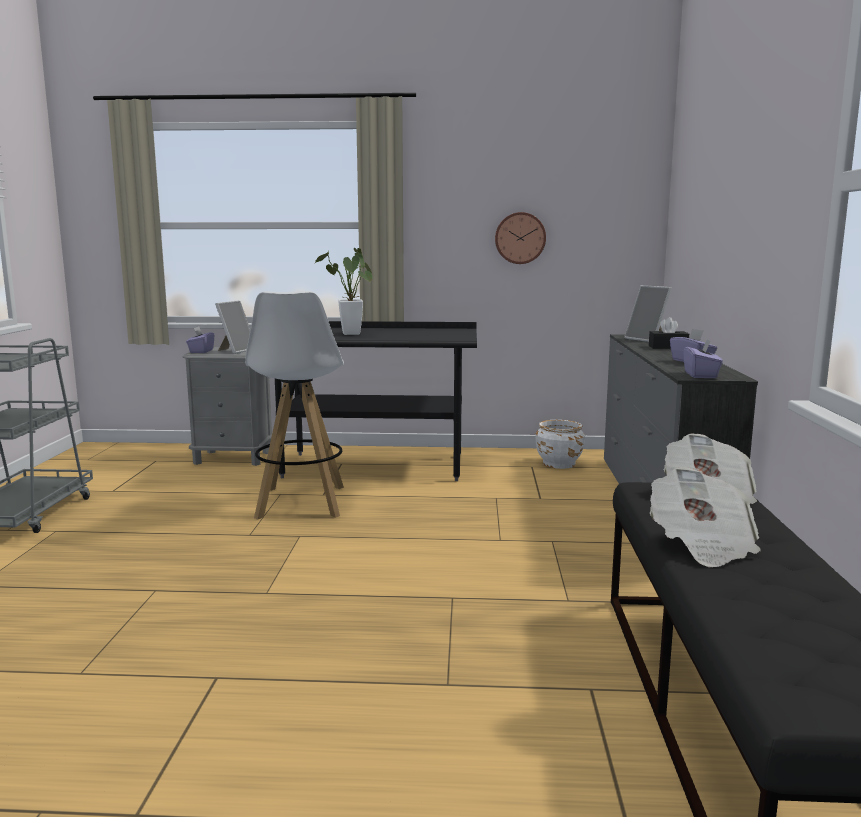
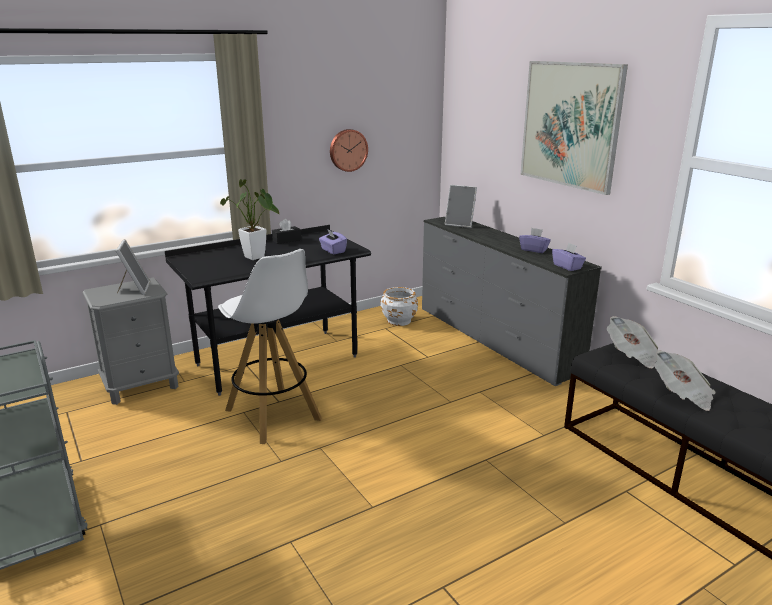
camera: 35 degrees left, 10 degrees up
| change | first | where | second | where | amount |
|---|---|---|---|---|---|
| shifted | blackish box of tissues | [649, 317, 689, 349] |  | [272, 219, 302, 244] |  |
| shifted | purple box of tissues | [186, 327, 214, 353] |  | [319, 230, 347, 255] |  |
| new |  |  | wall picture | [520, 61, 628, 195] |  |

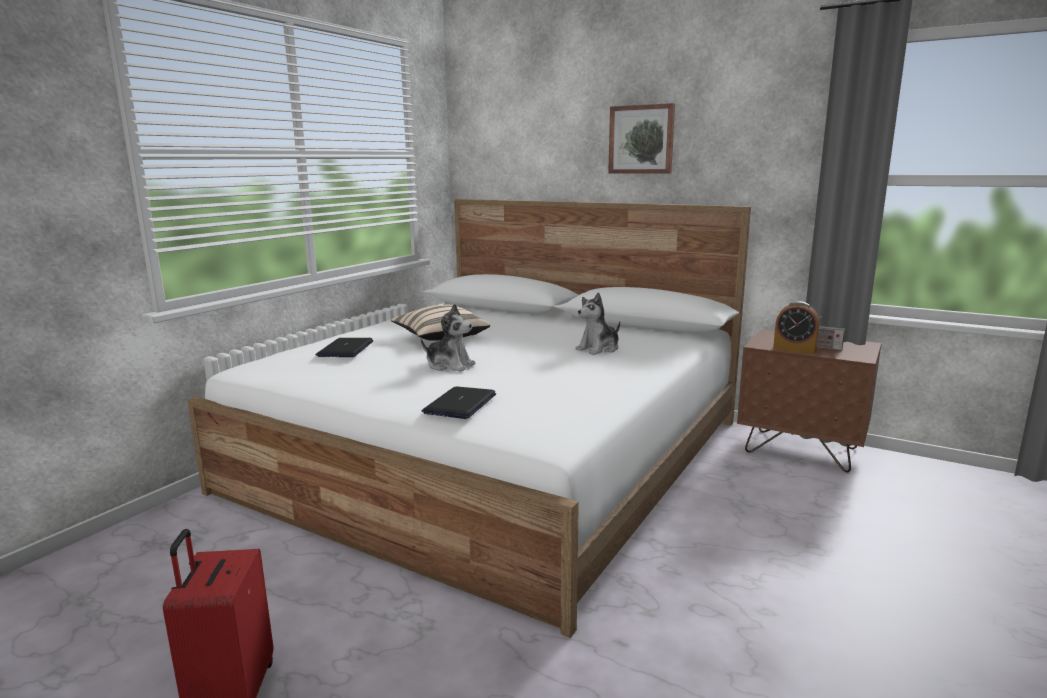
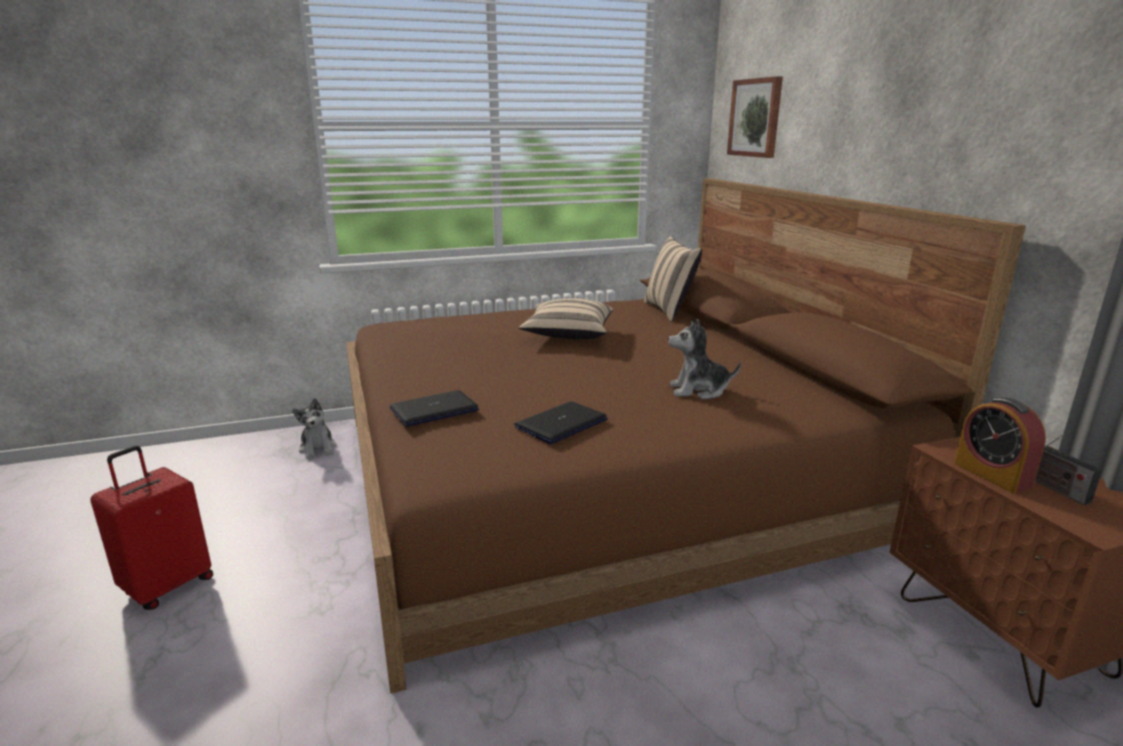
camera: 40 degrees right, 5 degrees up
| change | first | where | second | where | amount |
|---|---|---|---|---|---|
| shifted | cuddly toy | [421, 304, 475, 372] |  | [292, 398, 336, 459] |  |
| repainted | white-coloured bedroom bed | [187, 199, 751, 638] | brown bedroom bed | [346, 178, 1026, 694] |  |
| shifted | laptop | [316, 338, 373, 357] |  | [514, 401, 608, 444] |  |
| new |  |  | beige-coloured cushion | [644, 236, 702, 322] |  |
| shifted | wall picture | [608, 103, 675, 174] |  | [727, 76, 783, 158] |  |

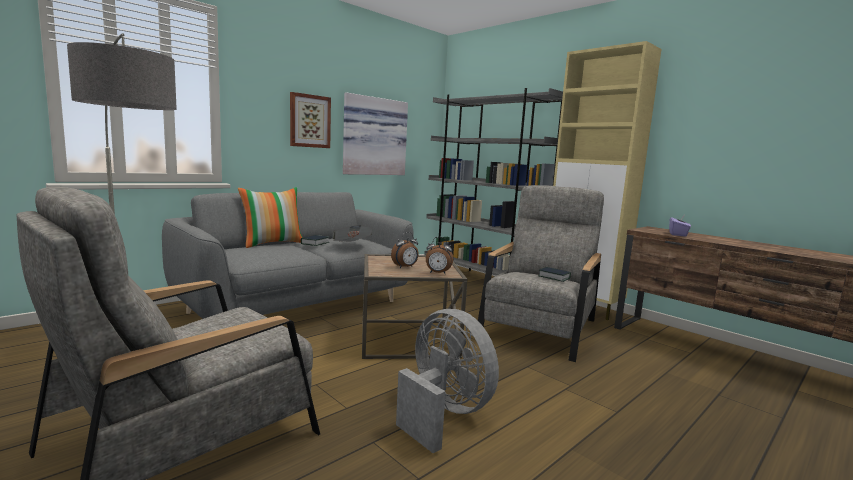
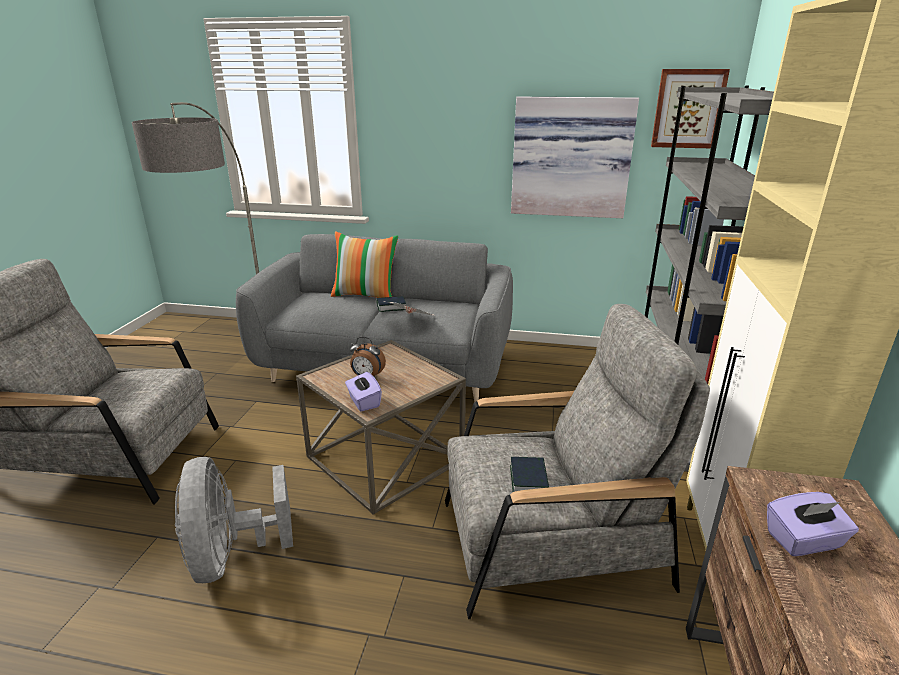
camera: 55 degrees right, 15 degrees up
| change | first | where | second | where | amount |
|---|---|---|---|---|---|
| rotated | gray cooling fan | [396, 309, 499, 453] |  | [175, 457, 293, 583] | 150 degrees clockwise |
| swapped | alarm clock | [426, 237, 453, 274] | purple box of tissues | [345, 372, 382, 411] |  |
| shifted | wall picture | [290, 92, 331, 148] |  | [651, 69, 730, 148] |  |

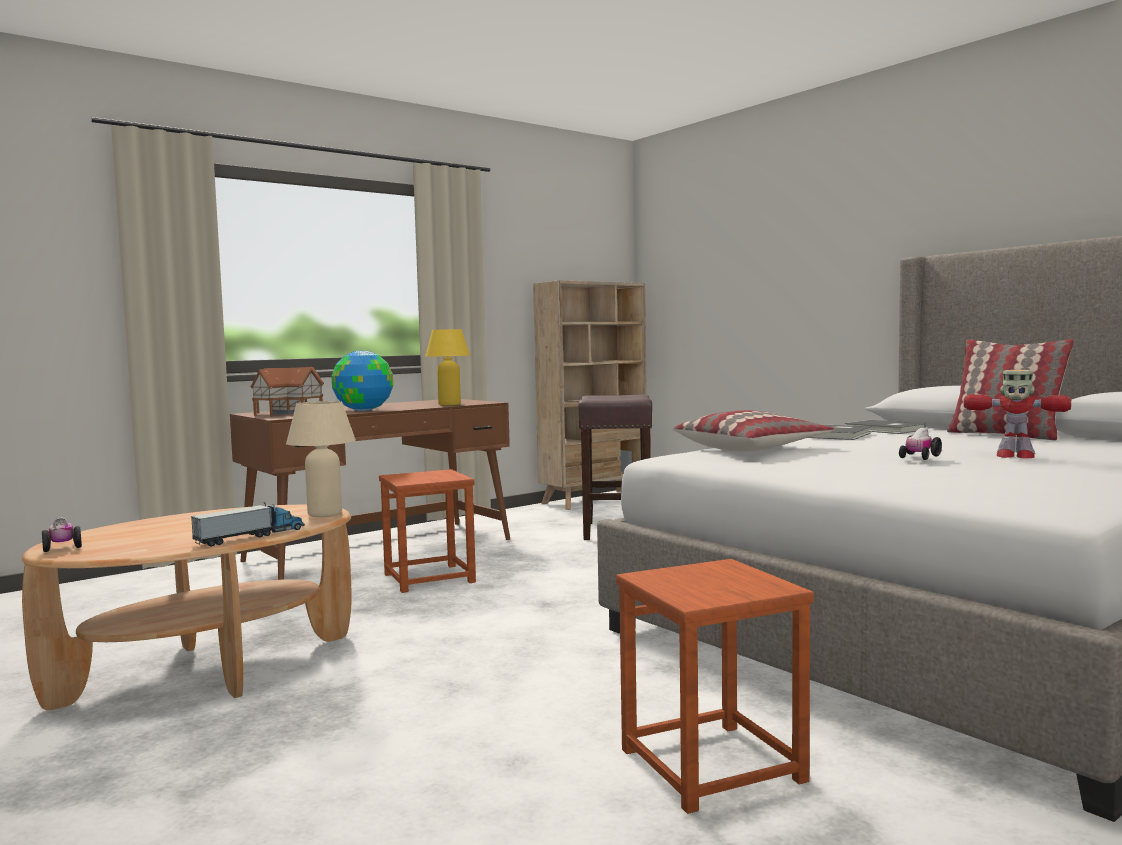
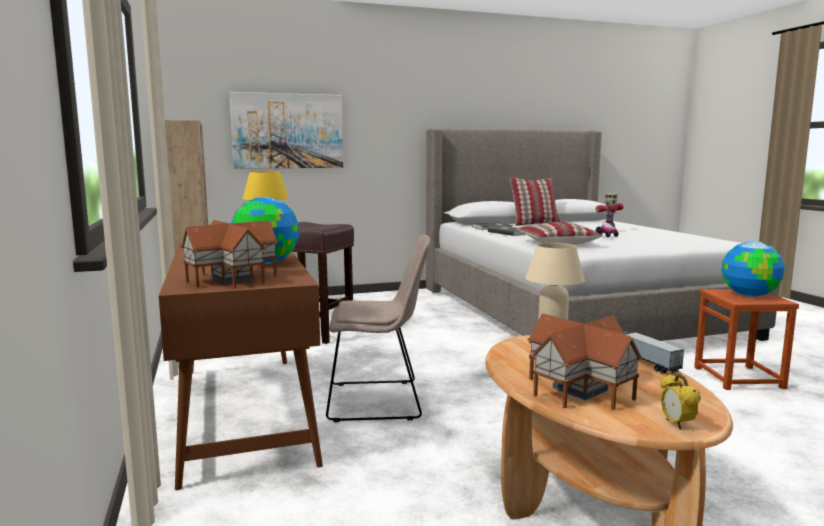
camera: 70 degrees left, 5 degrees up
| change | first | where | second | where | amount |
|---|---|---|---|---|---|
| new |  |  | wall picture | [230, 92, 343, 169] |  |
| swapped | brown stool | [379, 469, 476, 593] | beige-coloured upright chair | [326, 235, 431, 422] |  |
| new |  |  | model house | [527, 314, 643, 410] |  |
| swapped | toy car | [42, 517, 82, 552] | alarm clock | [660, 374, 701, 429] |  |
| new |  |  | globe | [721, 241, 785, 297] |  |

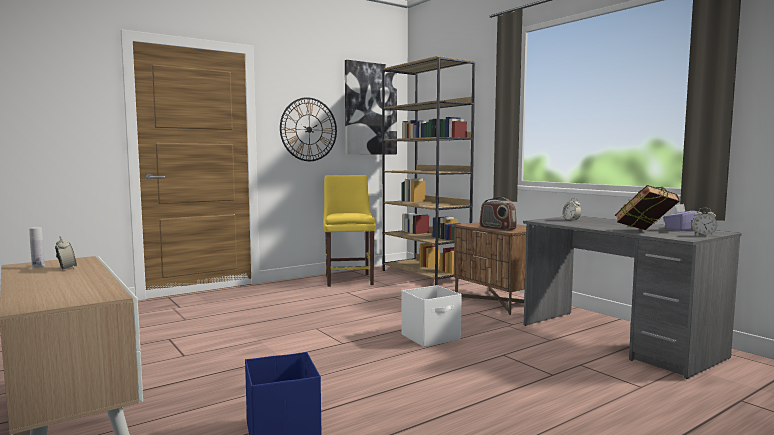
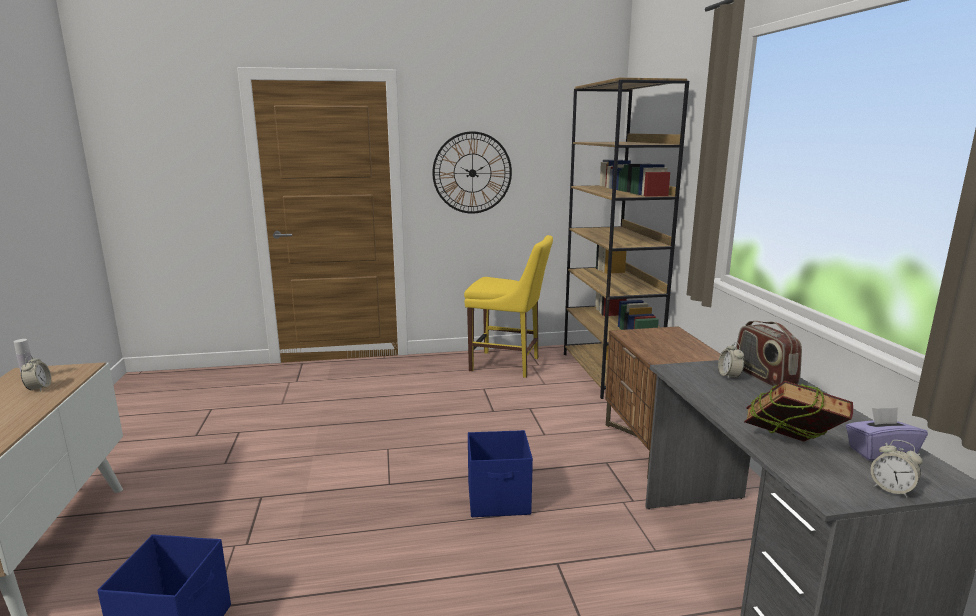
camera: 25 degrees right, 10 degrees up
| change | first | where | second | where | amount |
|---|---|---|---|---|---|
| rotated | yellow upright chair | [323, 175, 376, 287] |  | [464, 235, 553, 378] | 90 degrees clockwise |
| repainted | white-coloured storage box | [401, 285, 462, 347] | blue-coloured storage box | [468, 430, 533, 517] |  |
| shifted | radio receiver | [480, 197, 517, 231] |  | [736, 321, 802, 387] |  |
| gone | wall picture | [345, 60, 397, 154] |  |  |  |

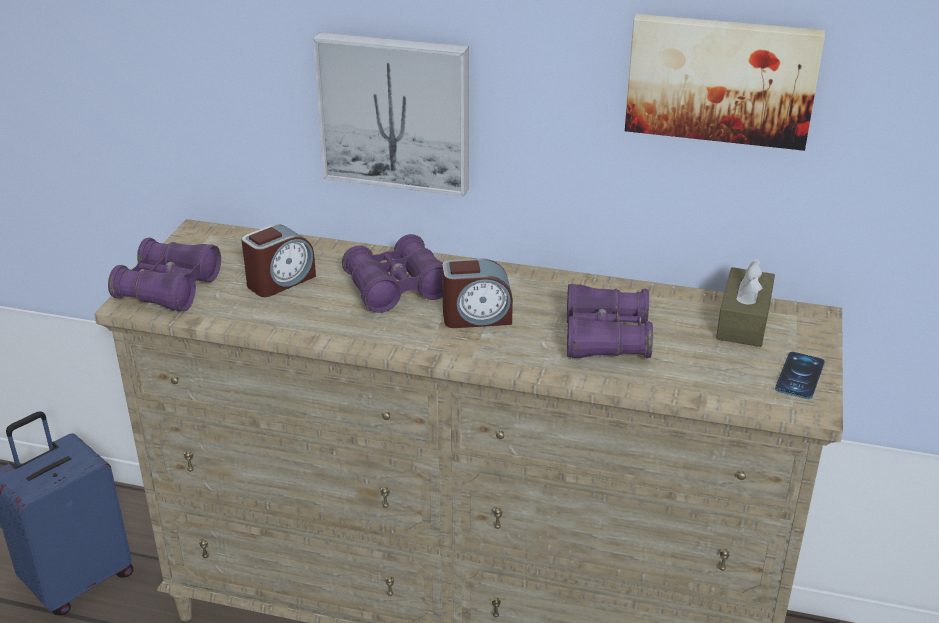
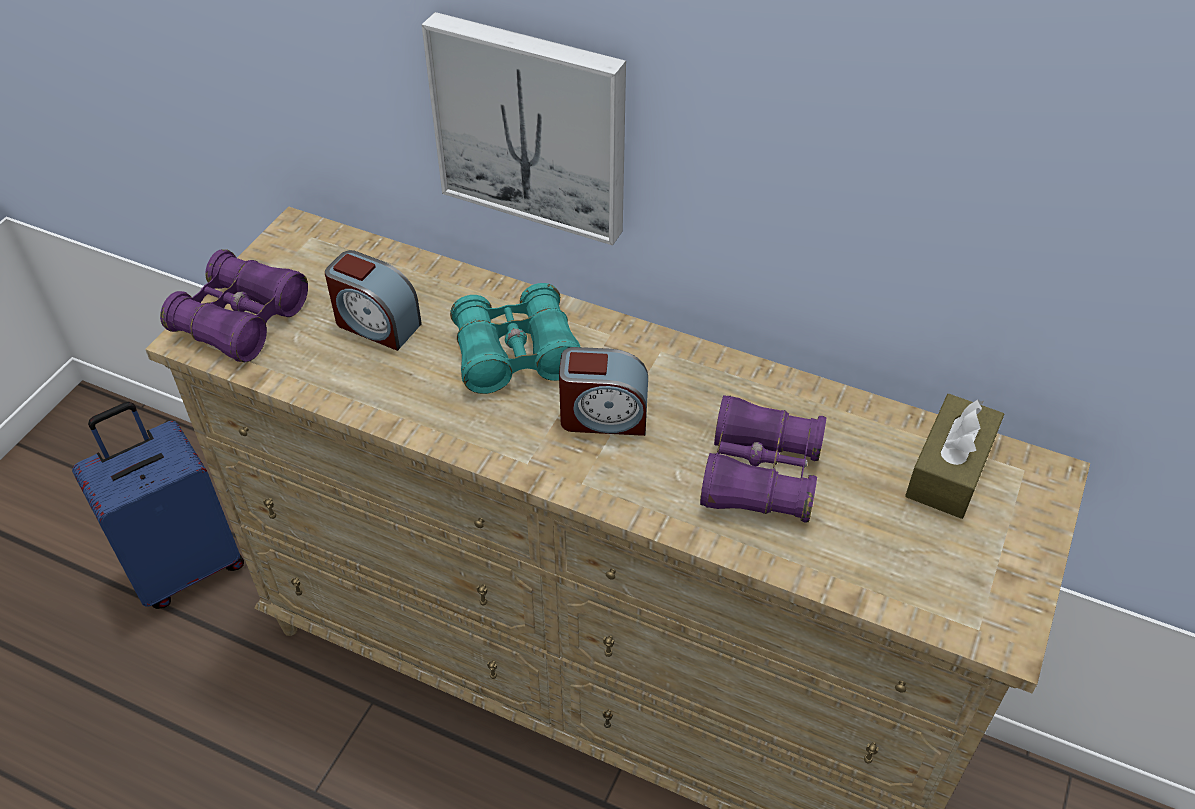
camera: 10 degrees right, 15 degrees up
| change | first | where | second | where | amount |
|---|---|---|---|---|---|
| rotated | alarm clock | [241, 224, 316, 297] |  | [325, 250, 422, 351] | 60 degrees clockwise |
| repainted | purple pair of binoculars | [342, 234, 443, 313] | blue-green pair of binoculars | [450, 283, 580, 394] |  |
| gone | wall picture | [625, 14, 825, 151] |  |  |  |
| gone | telephone | [775, 352, 825, 399] |  |  |  |

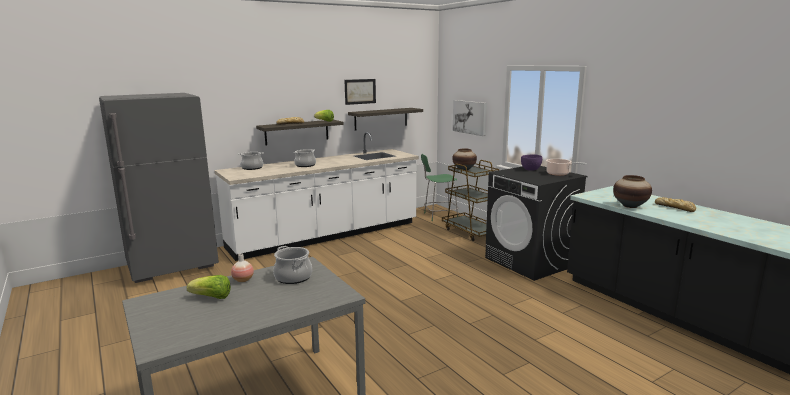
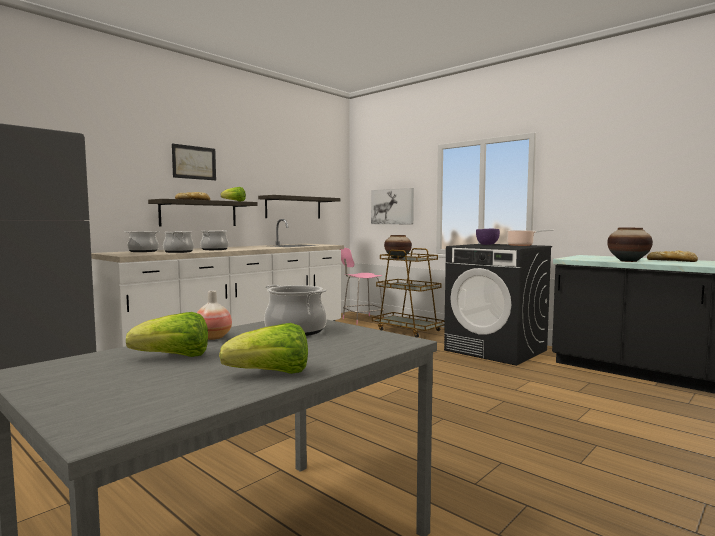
camera: 15 degrees left, 10 degrees down
| change | first | where | second | where | amount |
|---|---|---|---|---|---|
| new |  |  | stockpot | [163, 231, 194, 253] |  |
| shifted | wall picture | [344, 79, 376, 105] |  | [172, 143, 216, 180] |  |
| new |  |  | lettuce head | [219, 323, 308, 374] |  |
| repainted | green-coloured upright chair | [421, 154, 459, 221] | pink-coloured upright chair | [339, 248, 384, 325] |  |

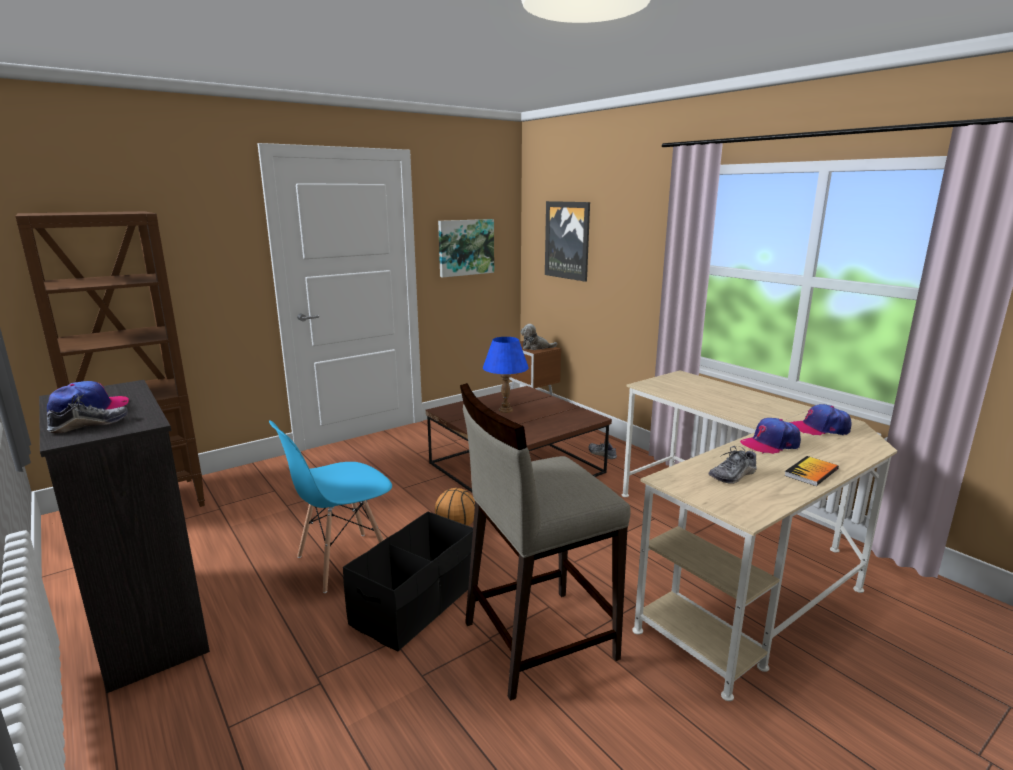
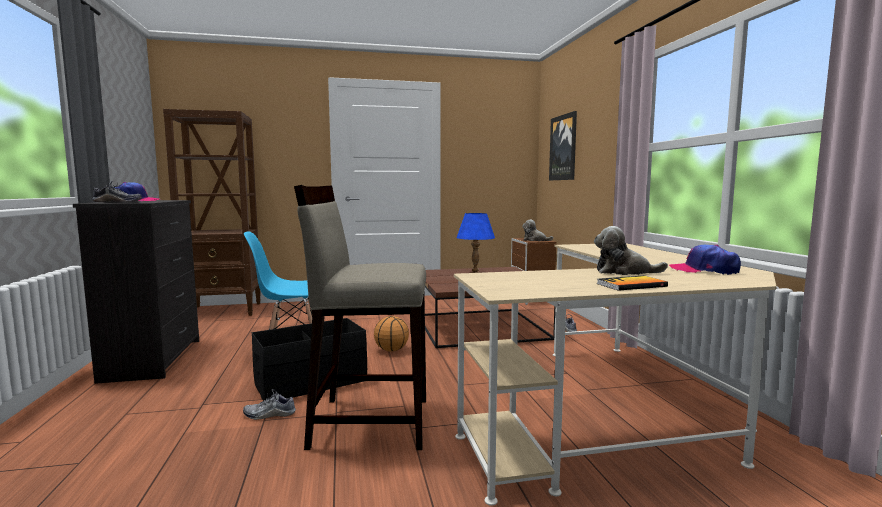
camera: 25 degrees right, 10 degrees down
| change | first | where | second | where | amount |
|---|---|---|---|---|---|
| shifted | low shoe | [709, 446, 757, 484] |  | [243, 389, 296, 420] |  |
| swapped | baseball cap | [740, 418, 801, 454] | cuddly toy | [594, 226, 668, 275] |  |
| gone | wall picture | [438, 219, 494, 278] |  |  |  |

